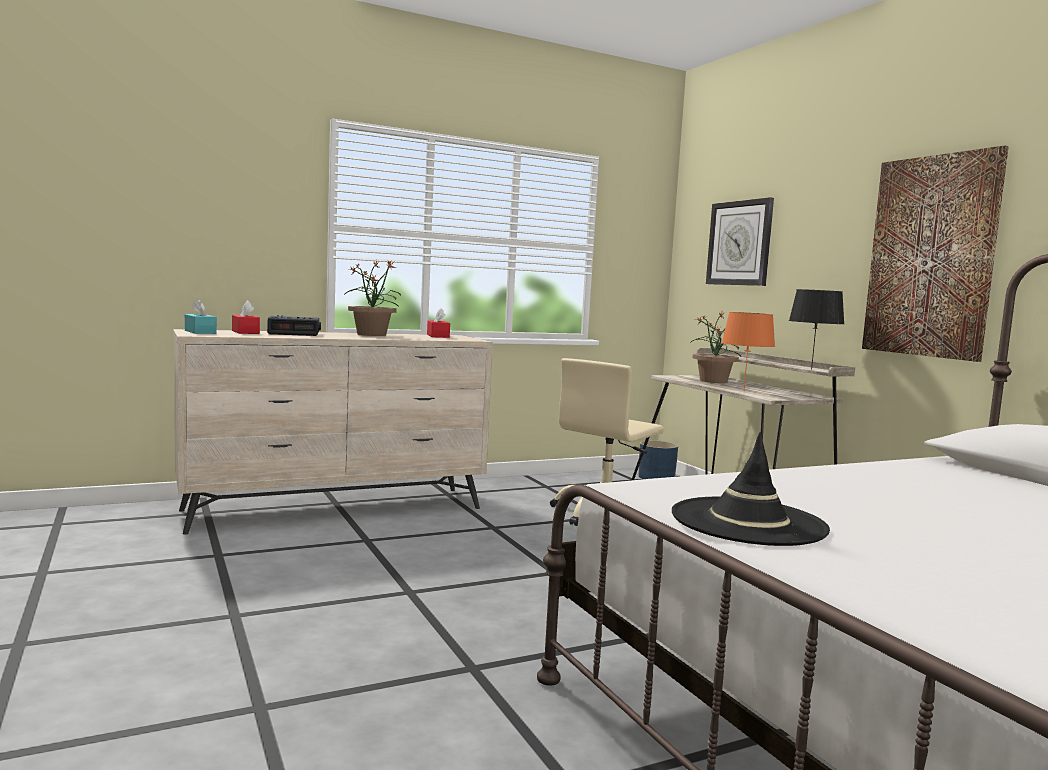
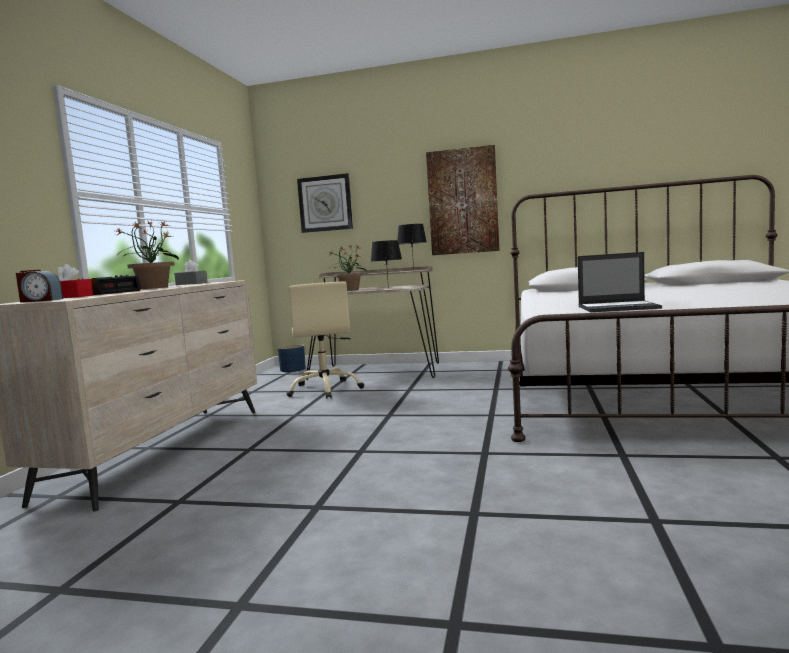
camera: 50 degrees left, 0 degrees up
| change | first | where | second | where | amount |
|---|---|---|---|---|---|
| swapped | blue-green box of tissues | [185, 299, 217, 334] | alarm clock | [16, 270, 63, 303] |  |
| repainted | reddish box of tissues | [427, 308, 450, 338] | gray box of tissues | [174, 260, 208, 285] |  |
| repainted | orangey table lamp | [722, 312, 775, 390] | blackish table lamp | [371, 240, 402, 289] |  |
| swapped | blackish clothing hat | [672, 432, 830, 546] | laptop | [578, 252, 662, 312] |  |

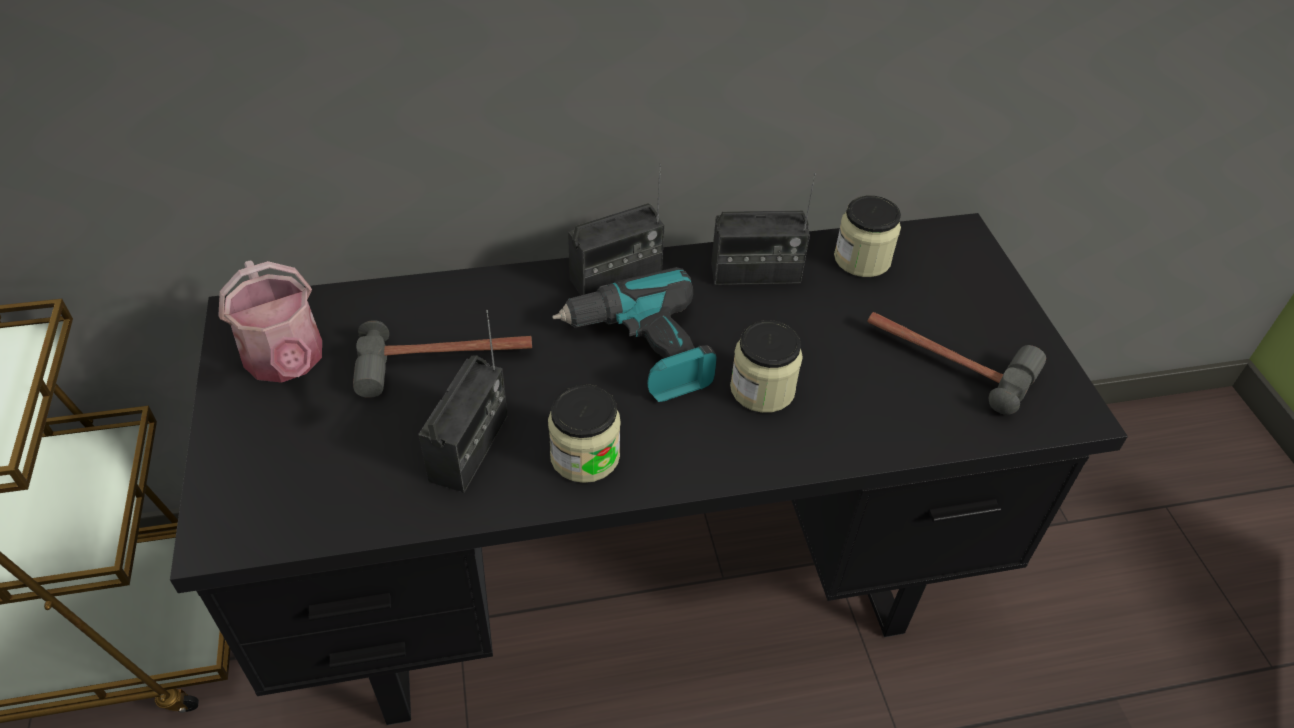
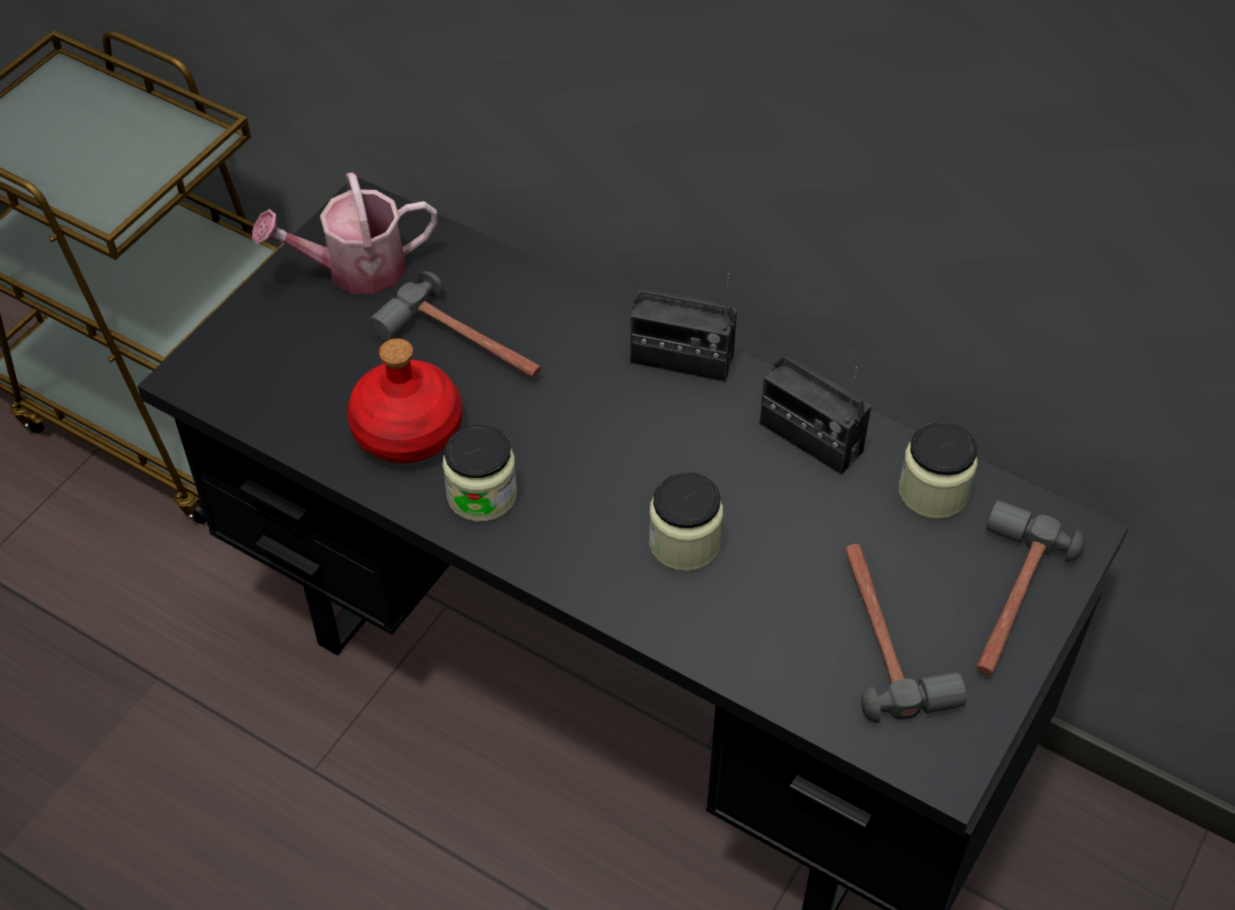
camera: 45 degrees right, 5 degrees up
| change | first | where | second | where | amount |
|---|---|---|---|---|---|
| rotated | watering pot | [218, 260, 322, 383] |  | [252, 172, 437, 294] | 60 degrees clockwise |
| swapped | radio receiver | [418, 310, 508, 493] | reddish drink bottle | [347, 338, 462, 463] |  |
| new |  |  | hammer | [976, 500, 1085, 675] |  |
| gone | power drill | [552, 267, 717, 402] |  |  |  |

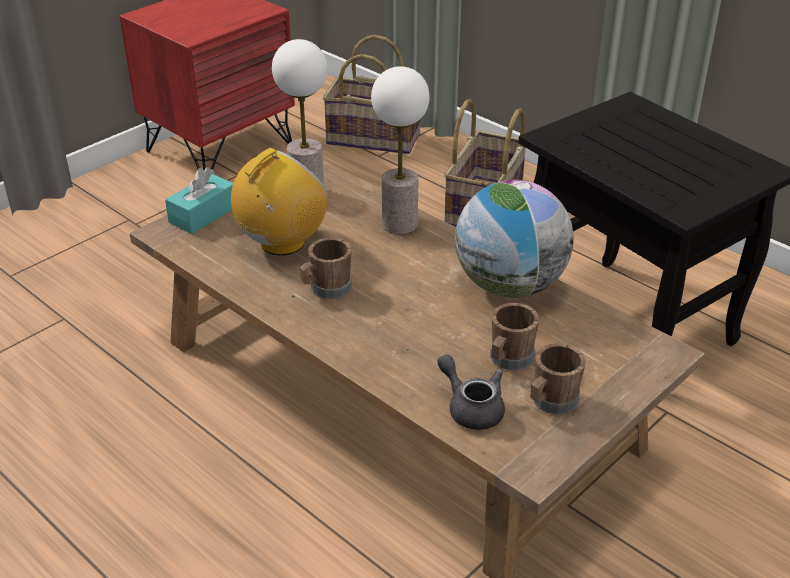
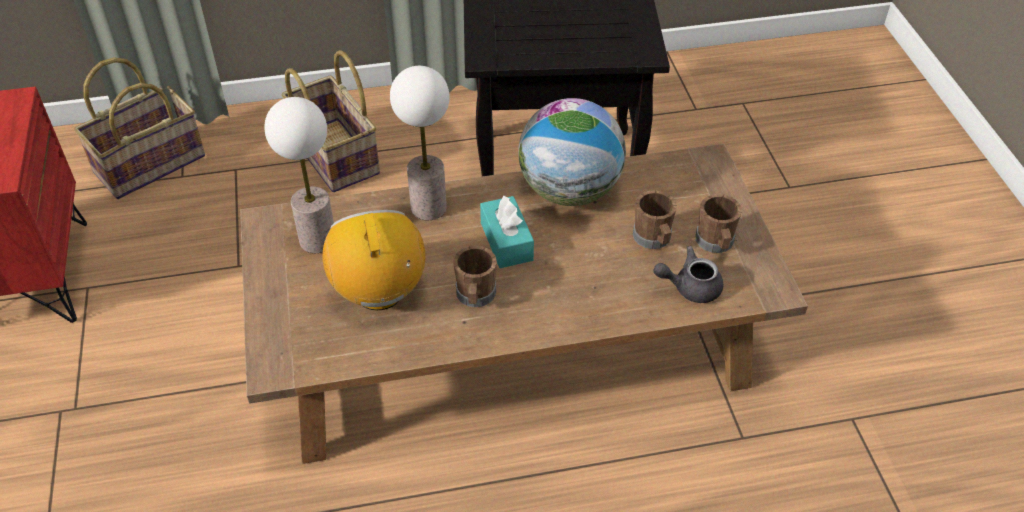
camera: 55 degrees left, 10 degrees up
| change | first | where | second | where | amount |
|---|---|---|---|---|---|
| shifted | blue-green box of tissues | [165, 167, 233, 234] |  | [480, 196, 534, 268] |  |

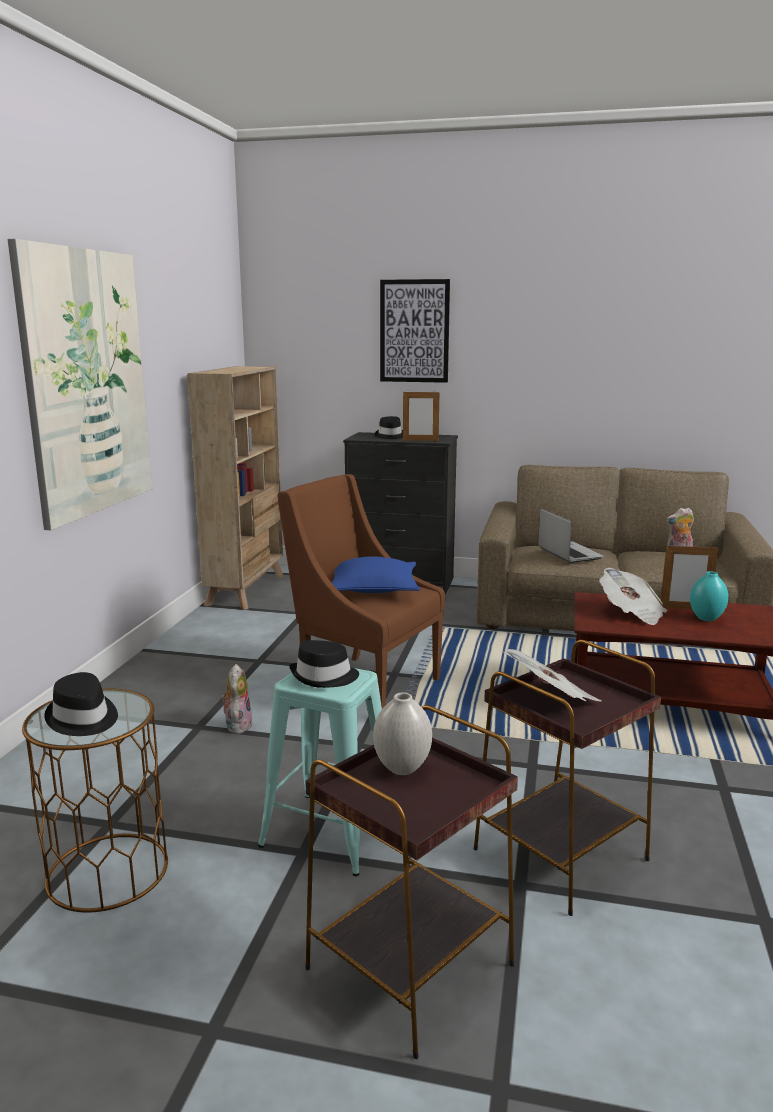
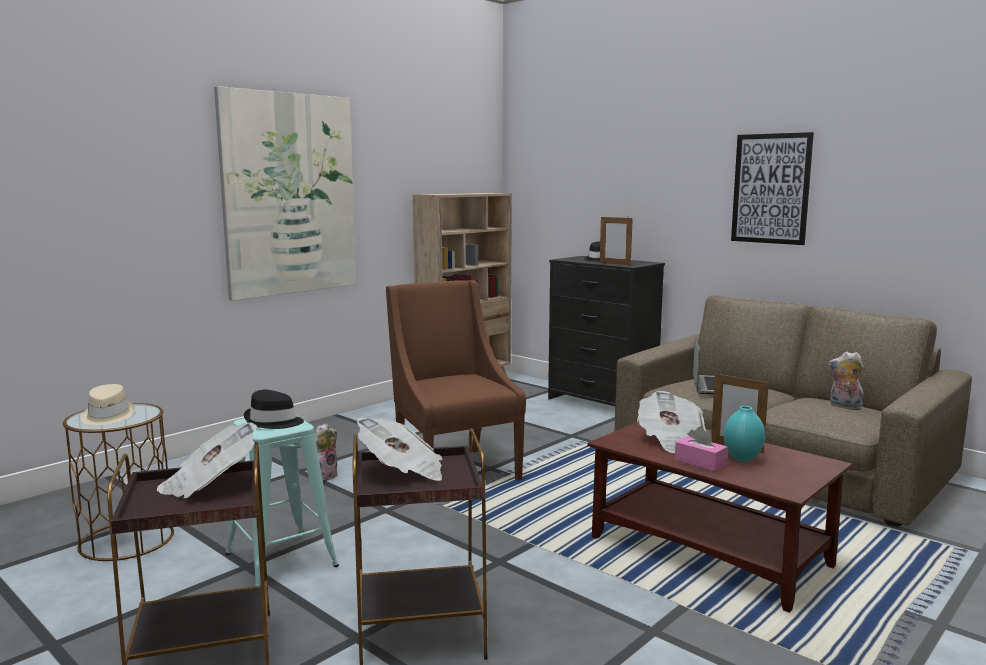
camera: 30 degrees right, 5 degrees down
| change | first | where | second | where | amount |
|---|---|---|---|---|---|
| repainted | blackish clothing hat | [44, 672, 118, 736] | beige-coloured clothing hat | [81, 384, 135, 425] |  |
| swapped | white-coloured vase | [373, 692, 432, 775] | printed paper | [157, 423, 258, 499] |  |
| new |  |  | pink-coloured box of tissues | [675, 426, 728, 472] |  |
| shifted | wall picture | [380, 279, 450, 383] |  | [731, 132, 814, 245] |  |
| gone | blue-coloured cushion | [331, 556, 420, 593] |  |  |  |

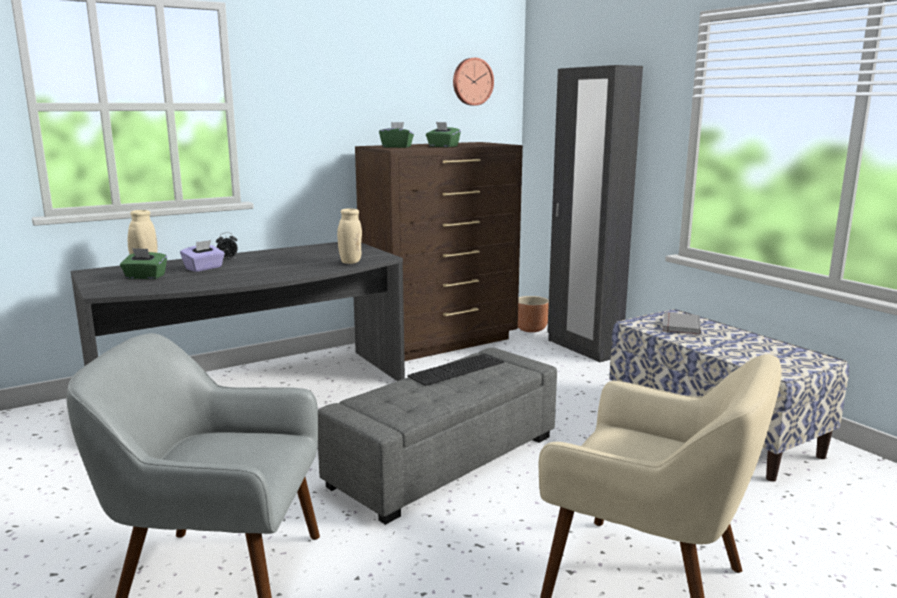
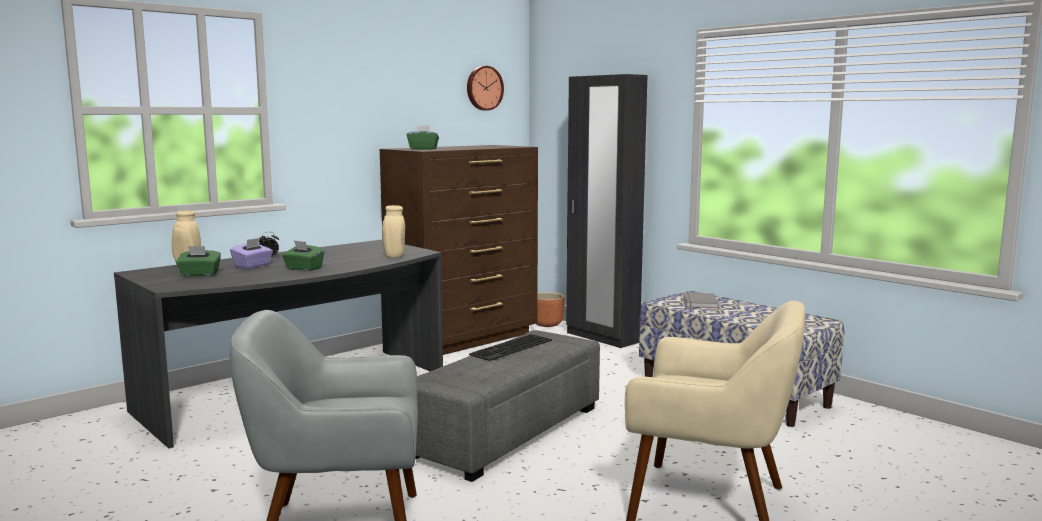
camera: 10 degrees left, 5 degrees down
| change | first | where | second | where | amount |
|---|---|---|---|---|---|
| shifted | green-coloured box of tissues | [426, 122, 461, 147] |  | [282, 241, 325, 271] |  |

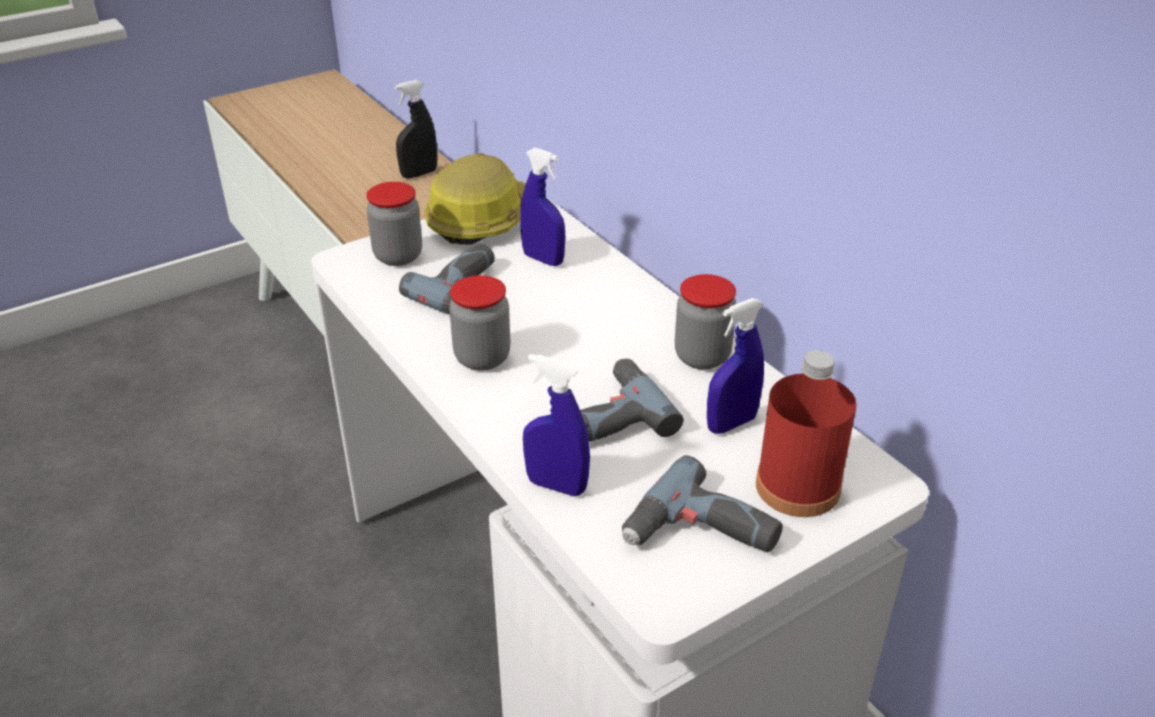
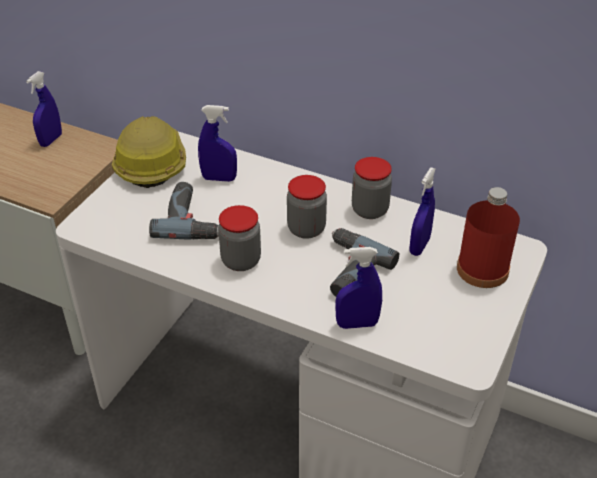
camera: 30 degrees left, 5 degrees up
| change | first | where | second | where | amount |
|---|---|---|---|---|---|
| repainted | blackish sprayer | [394, 80, 437, 179] | blue-coloured sprayer | [26, 71, 62, 147] |  |
| shifted | jar | [367, 182, 422, 266] |  | [287, 175, 327, 239] |  |
| gone | power drill | [622, 455, 783, 552] |  |  |  |

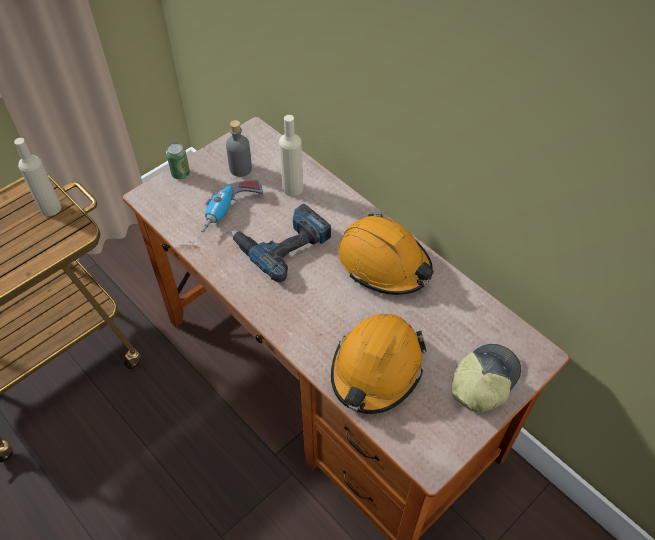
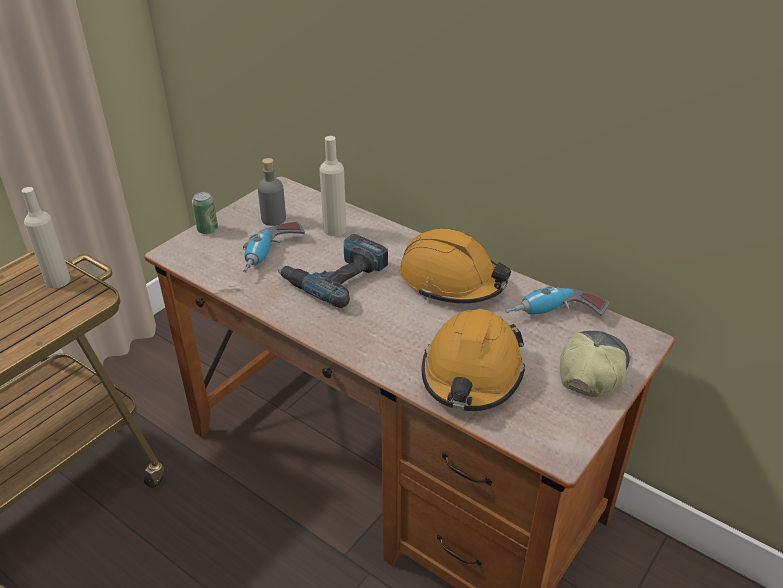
camera: 10 degrees left, 15 degrees down
| change | first | where | second | where | amount |
|---|---|---|---|---|---|
| new |  |  | power drill | [505, 286, 610, 316] |  |

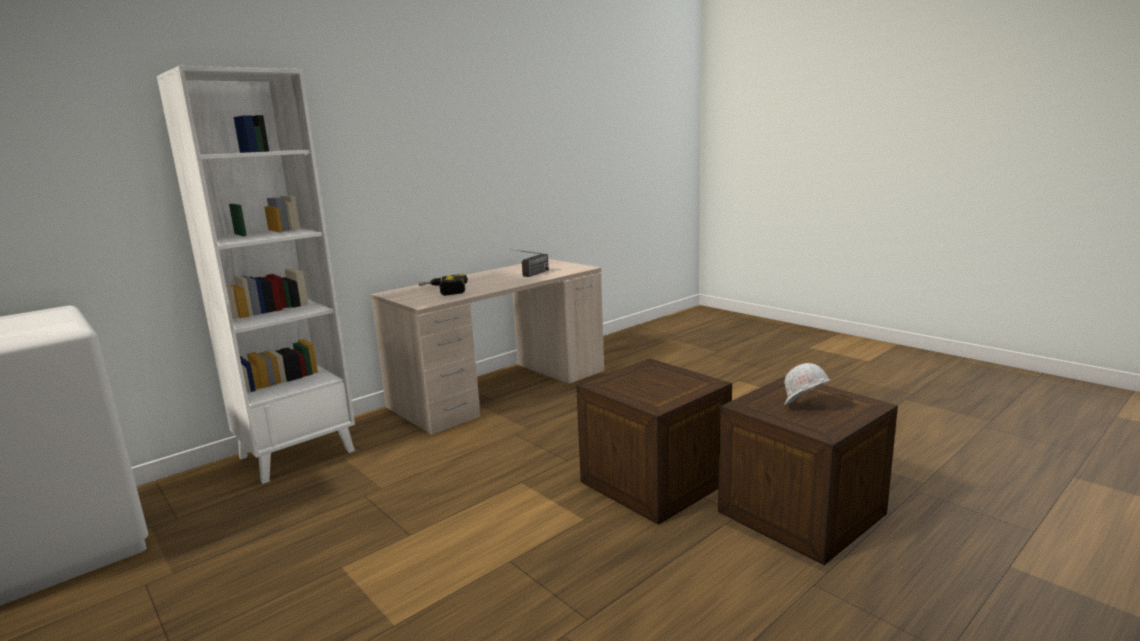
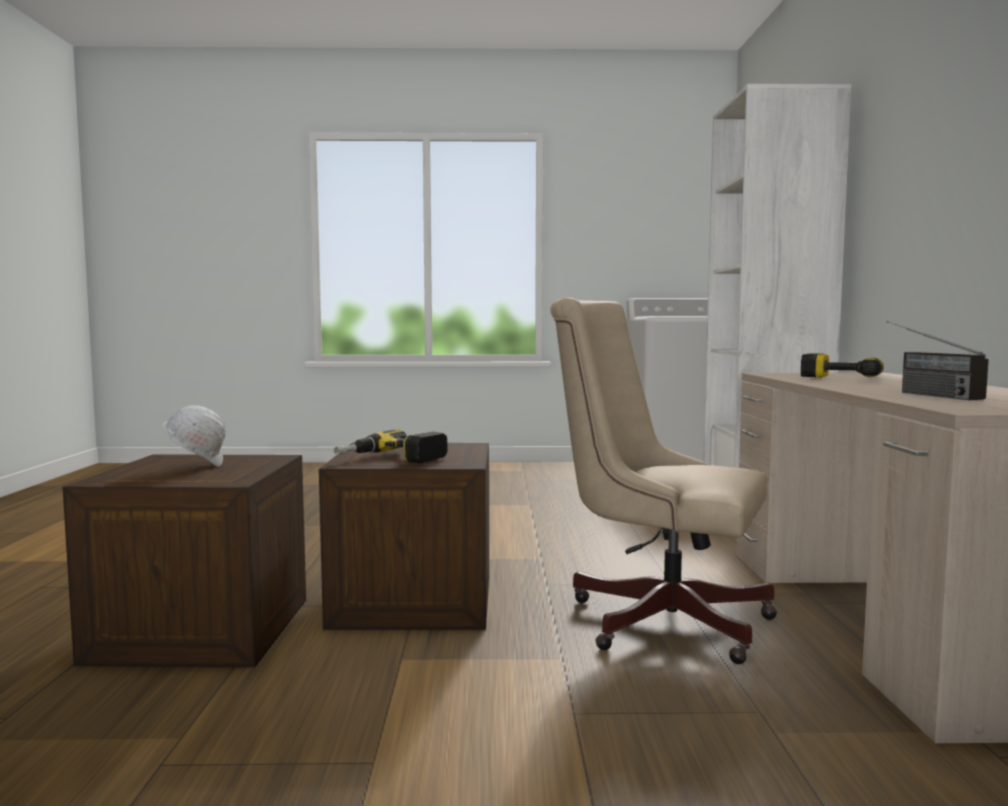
camera: 130 degrees right, 10 degrees down
| change | first | where | second | where | amount |
|---|---|---|---|---|---|
| new |  |  | power drill | [334, 429, 448, 463] |  |
| new |  |  | beige-coloured computer chair | [550, 298, 777, 664] |  |

